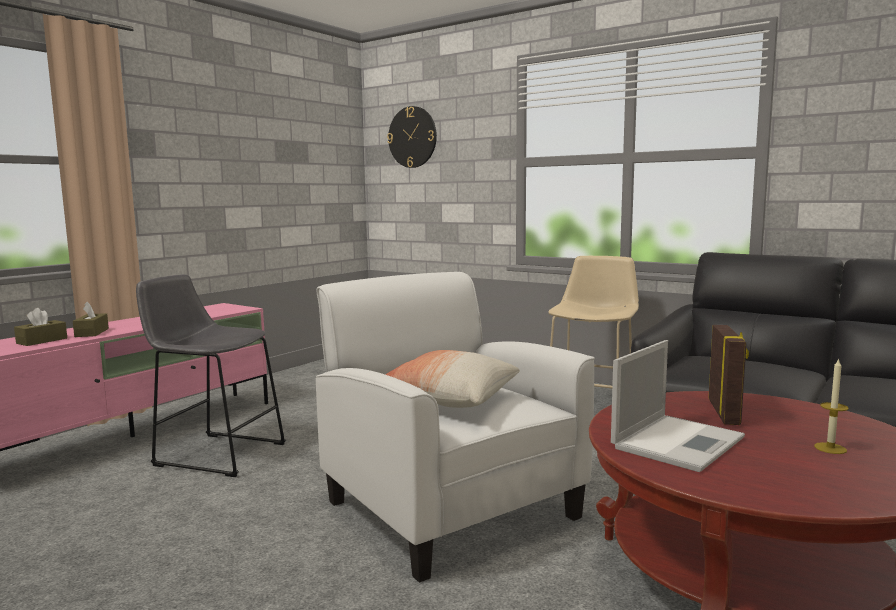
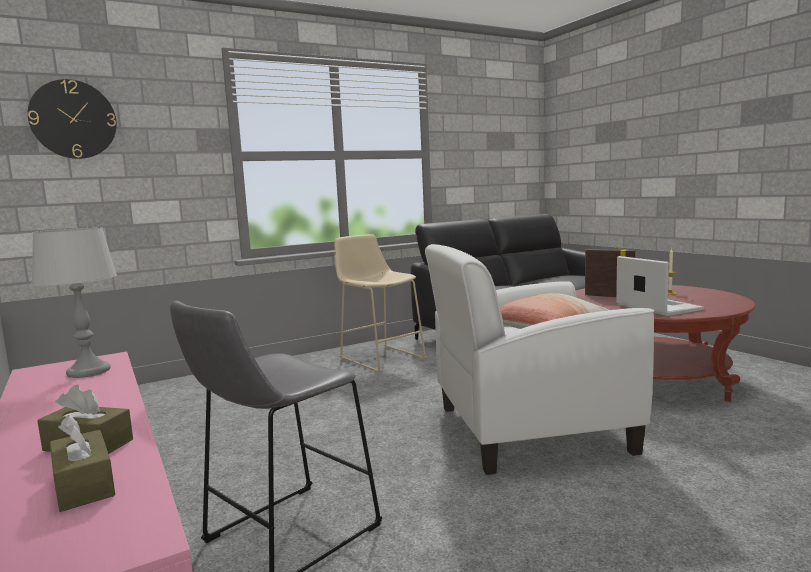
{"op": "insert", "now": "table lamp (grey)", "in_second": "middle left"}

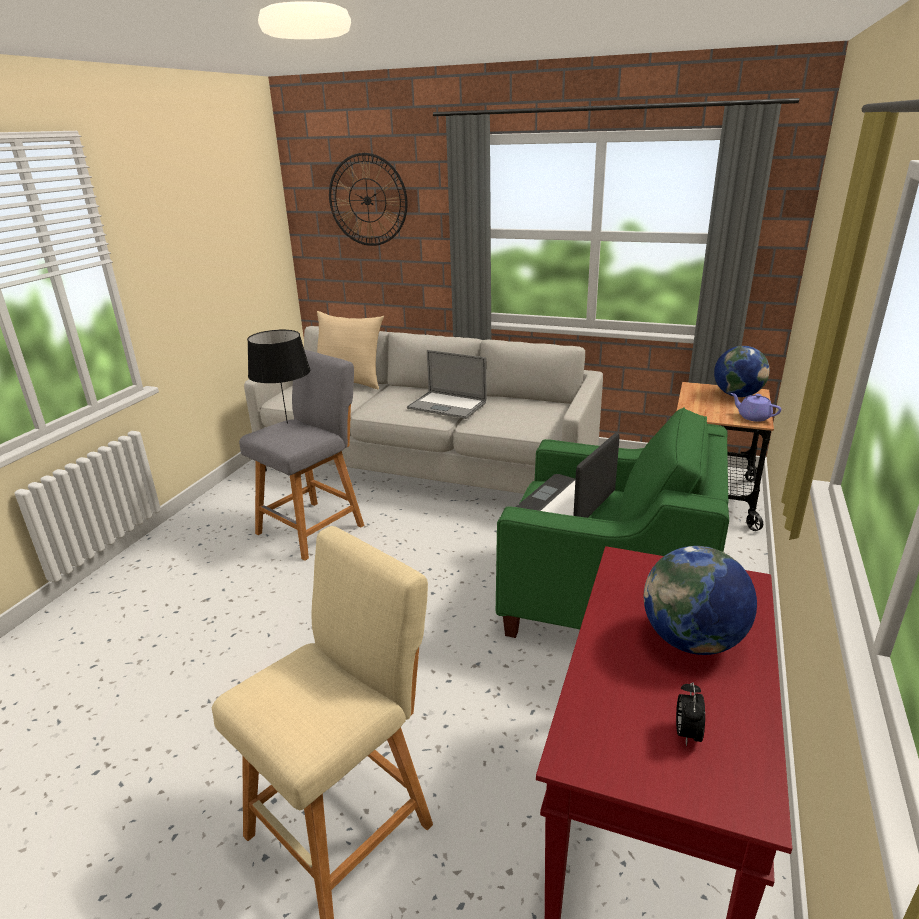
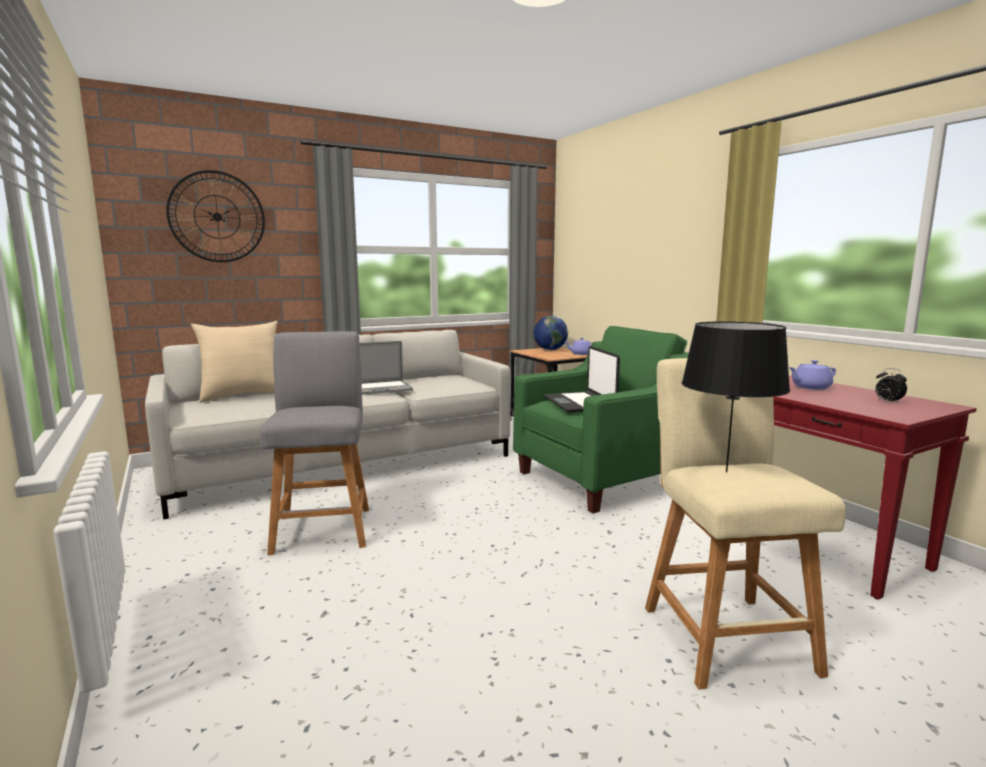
{"op": "move", "was": "table lamp (black)", "in_first": "middle left", "in_second": "middle right"}
{"op": "replace", "was": "globe (1st from left)", "now": "teapot (purple) (2nd from left)", "in_first": "middle right", "in_second": "middle right"}

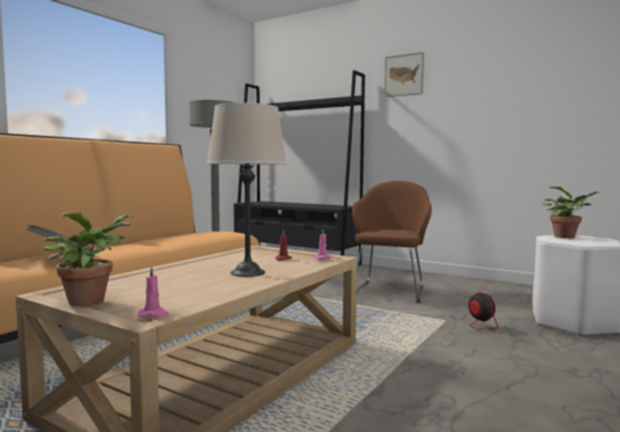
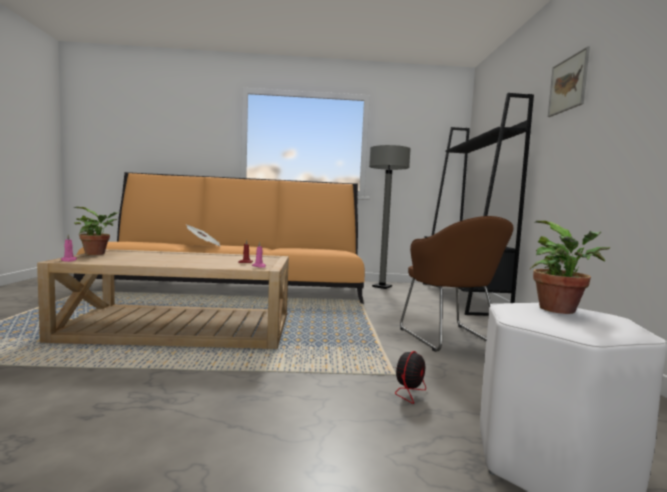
{"op": "rotate", "was": "armchair (brown)", "in_first": "centre", "in_second": "middle right", "clockwise": 90}
{"op": "delete", "was": "table lamp (beige)", "in_first": "centre"}

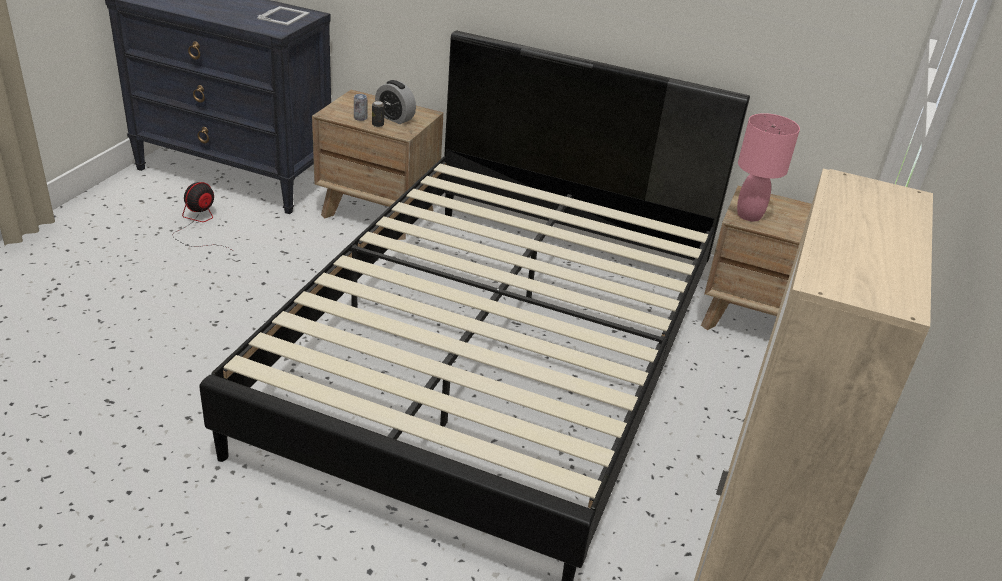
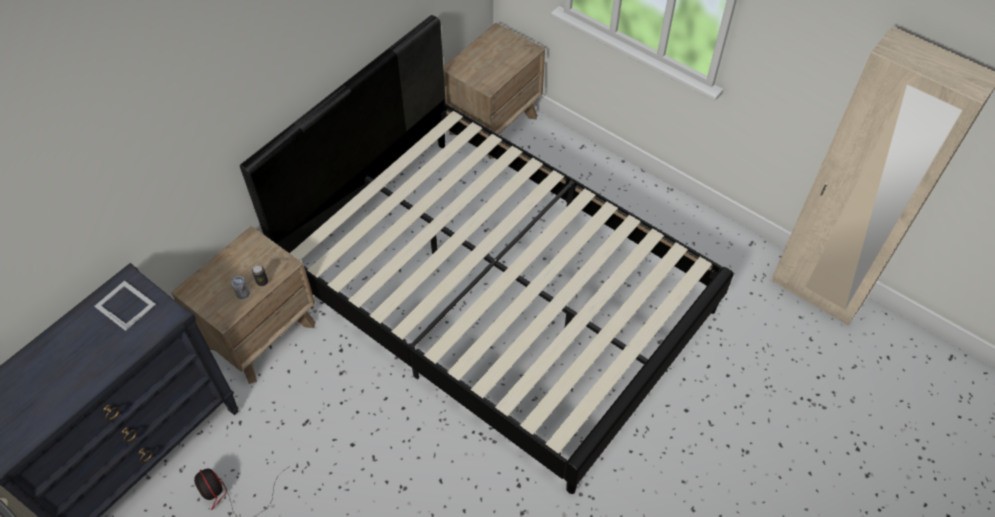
{"op": "delete", "was": "alarm clock", "in_first": "top centre"}
{"op": "delete", "was": "table lamp (pink)", "in_first": "top right"}

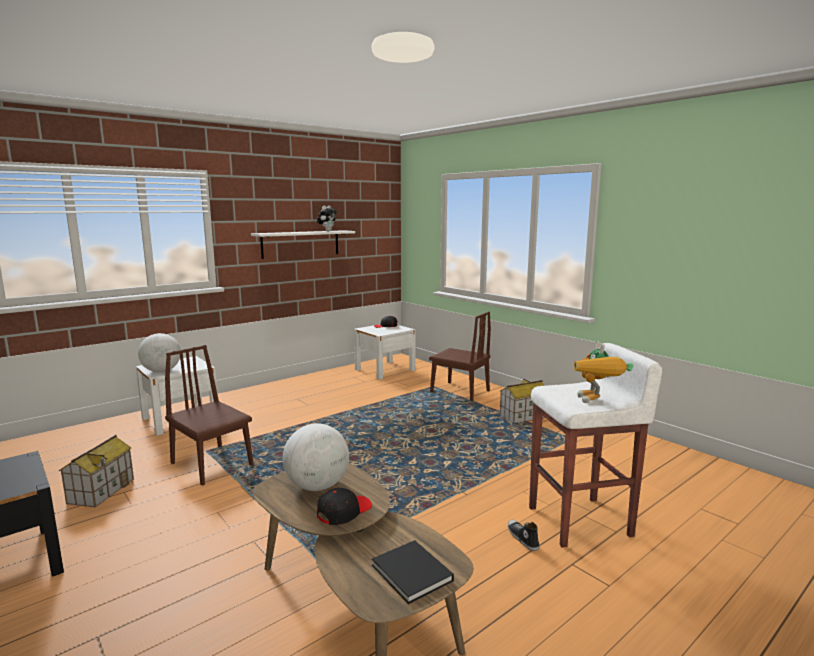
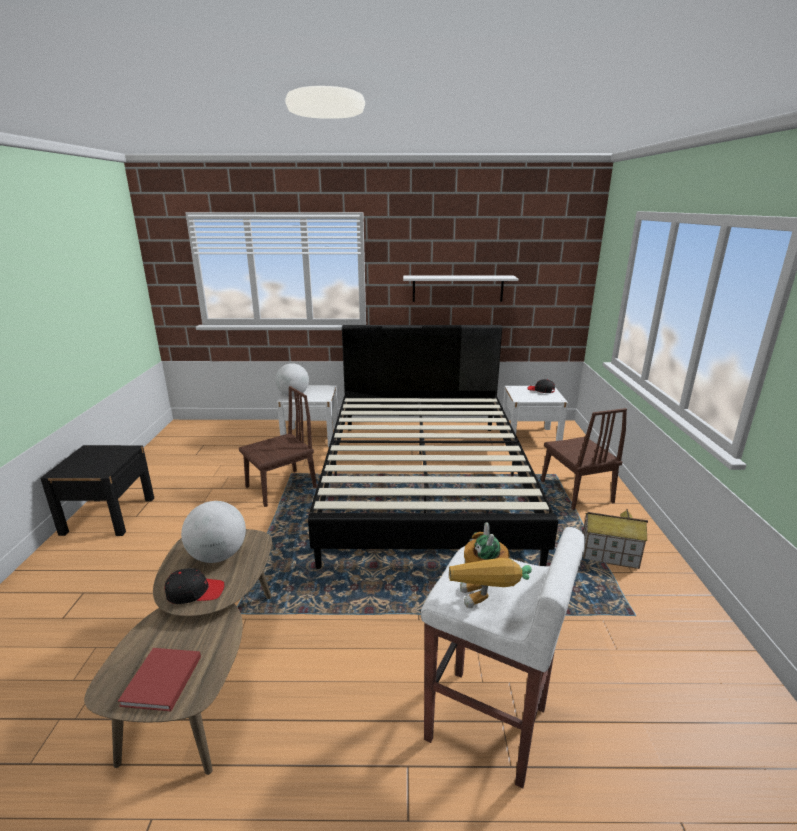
{"op": "recolor", "was": "book (black)", "now": "book (red)", "in_first": "bottom centre", "in_second": "bottom left"}
{"op": "rotate", "was": "chair (brown) (1st from left)", "in_first": "middle left", "in_second": "centre", "clockwise": 60}
{"op": "insert", "now": "bed (black)", "in_second": "centre"}
{"op": "rotate", "was": "toy robot", "in_first": "middle right", "in_second": "bottom centre", "clockwise": -45}
{"op": "delete", "was": "toy house (1st from left)", "in_first": "bottom left"}
{"op": "delete", "was": "plush toy", "in_first": "top centre"}
{"op": "delete", "was": "shoe", "in_first": "bottom centre"}

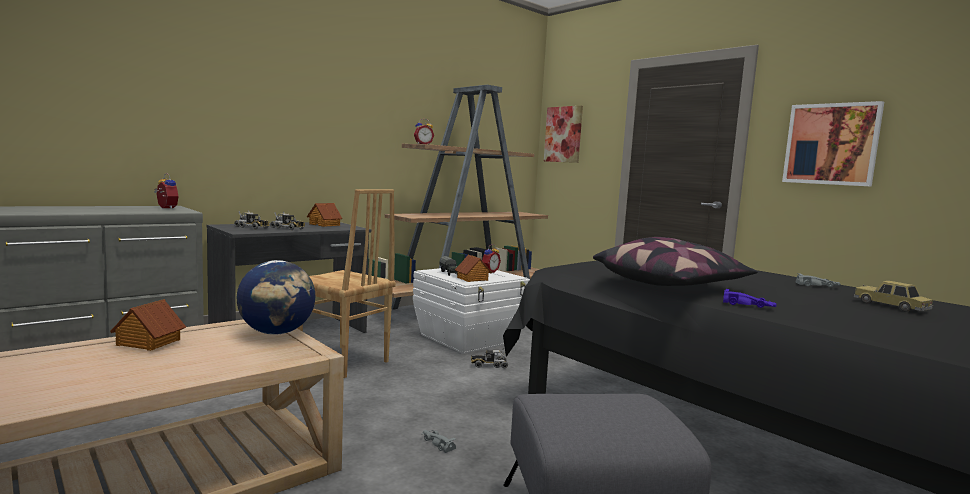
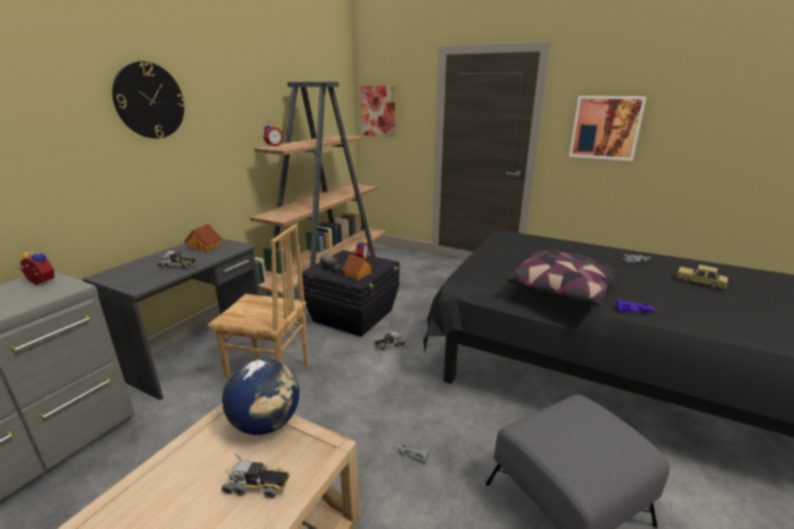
{"op": "insert", "now": "wall clock", "in_second": "top left"}
{"op": "move", "was": "toy truck (1st from left in the first image)", "now": "toy truck (2nd from left)", "in_first": "middle left", "in_second": "bottom left"}
{"op": "recolor", "was": "storage box (white)", "now": "storage box (black)", "in_first": "centre", "in_second": "centre"}
{"op": "delete", "was": "toy house (1st from left)", "in_first": "middle left"}

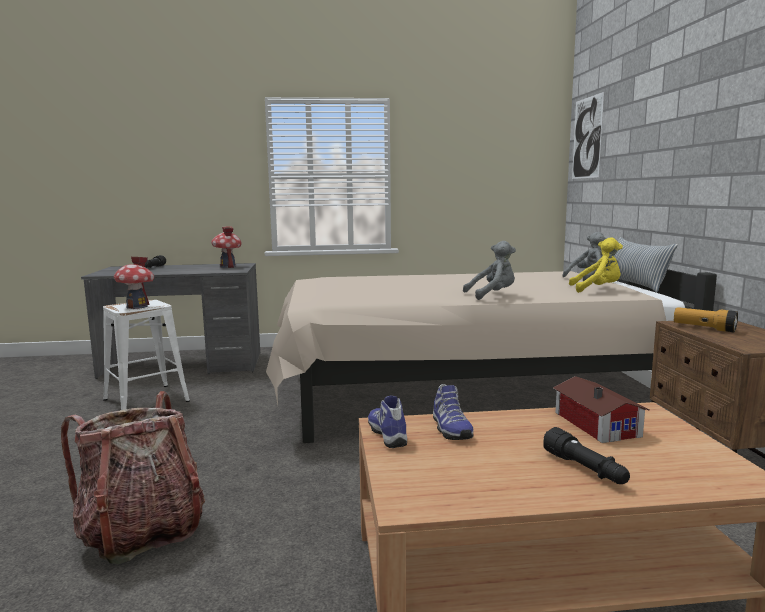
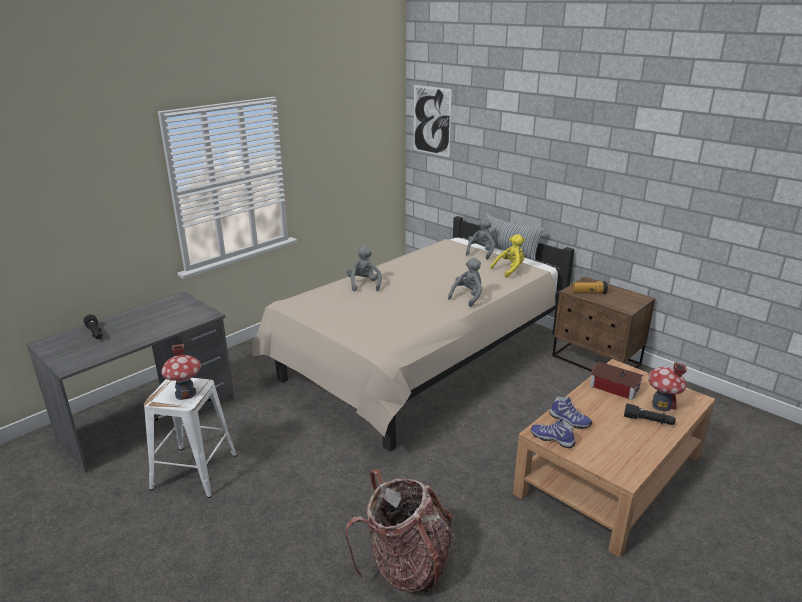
{"op": "insert", "now": "plush toy (grey) (1st from left)", "in_second": "centre"}
{"op": "move", "was": "toy house (2nd from left in the first image)", "now": "toy house (3rd from left)", "in_first": "middle left", "in_second": "middle right"}

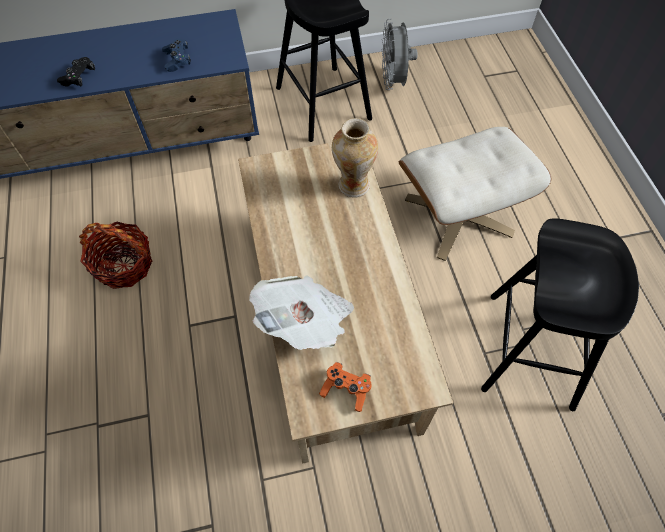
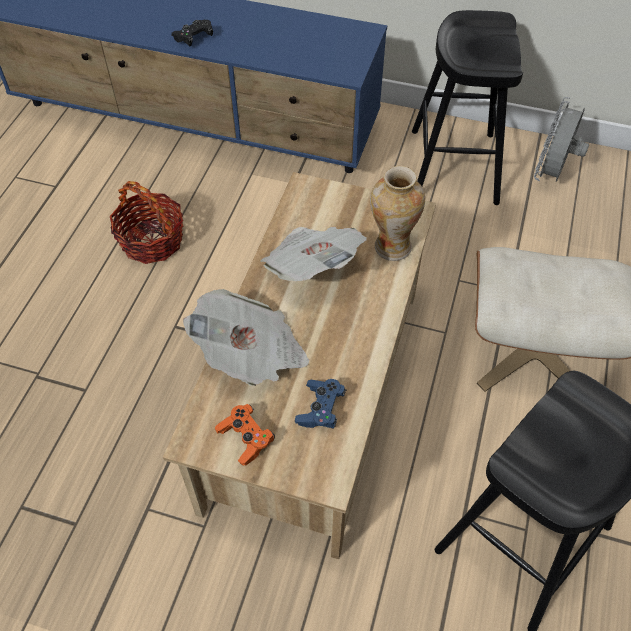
{"op": "insert", "now": "newspaper (2nd from left)", "in_second": "centre"}
{"op": "move", "was": "game controller (blue)", "in_first": "top left", "in_second": "centre"}

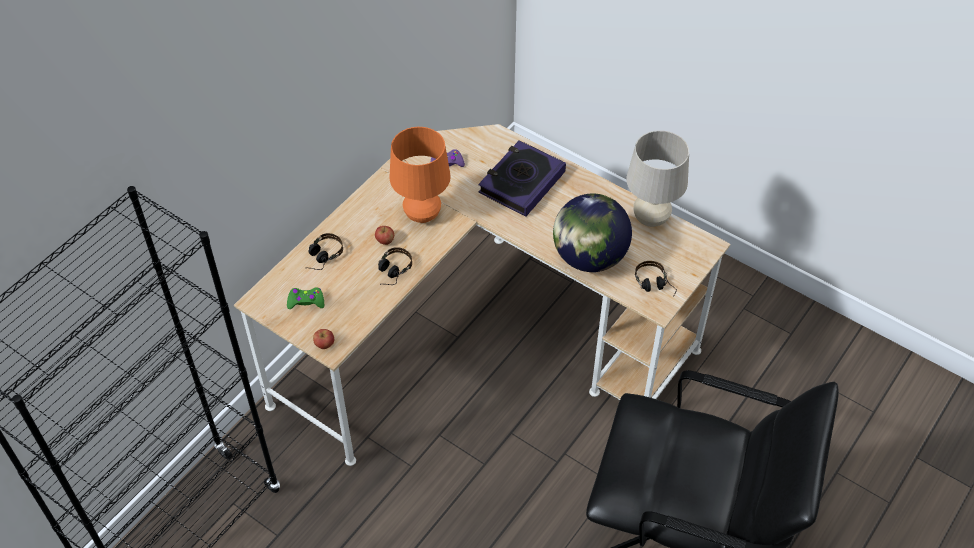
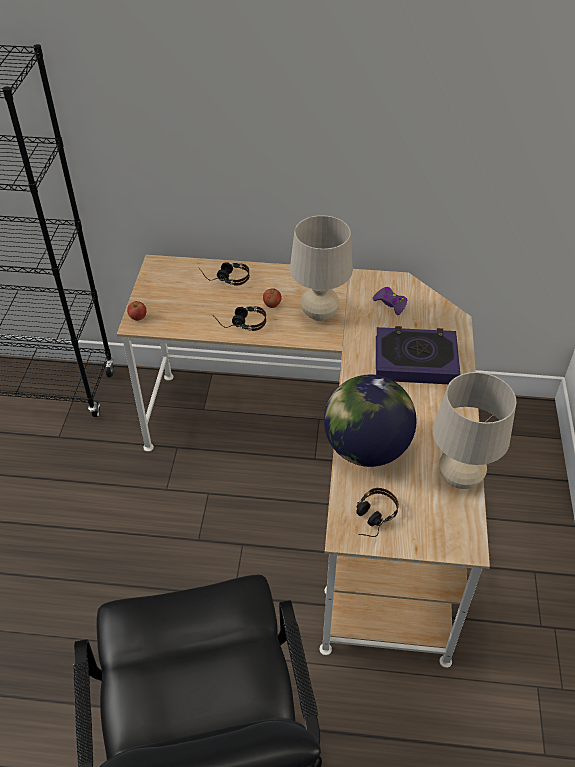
{"op": "recolor", "was": "table lamp (orange)", "now": "table lamp (beige) (1st from left)", "in_first": "top centre", "in_second": "centre"}
{"op": "delete", "was": "game controller (green)", "in_first": "middle left"}

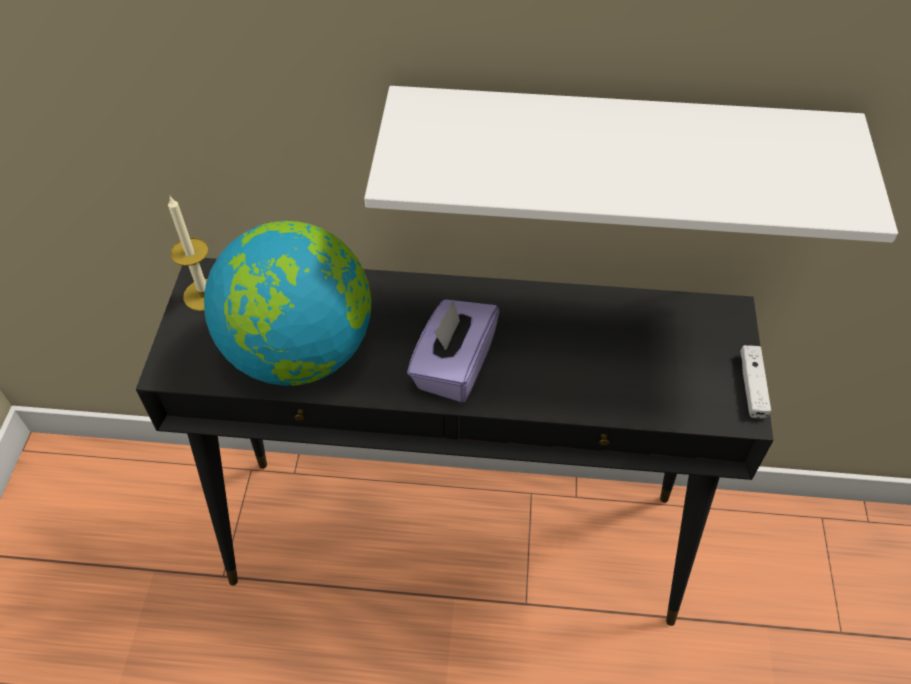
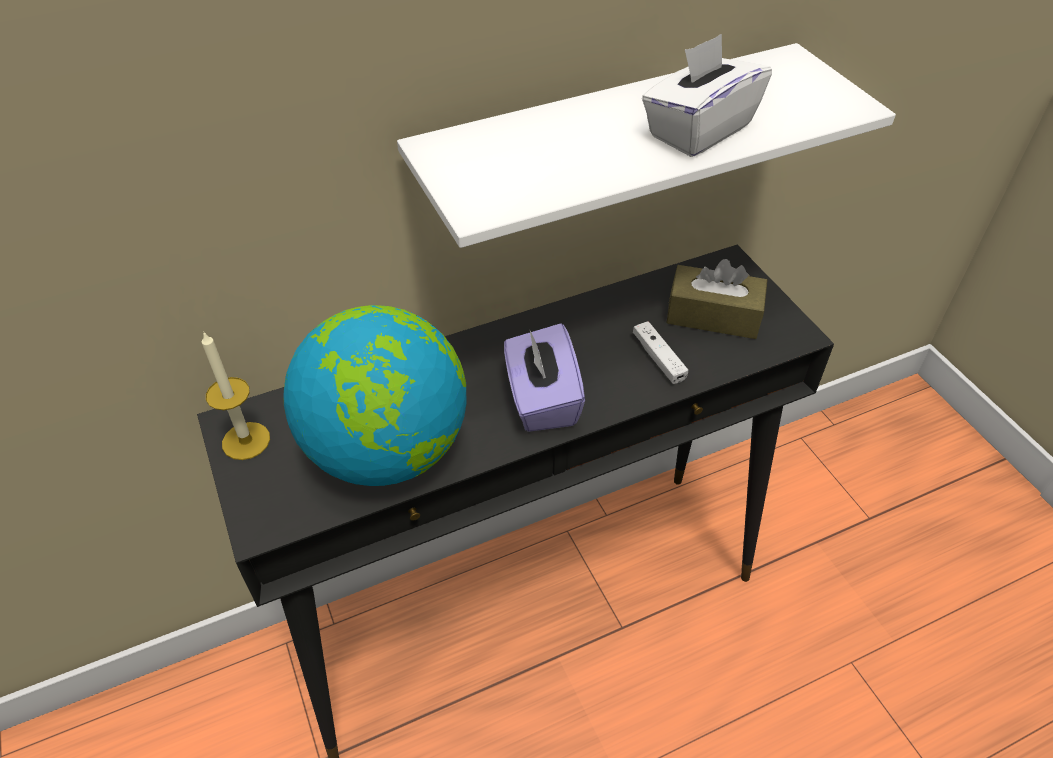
{"op": "move", "was": "game controller (white)", "in_first": "middle right", "in_second": "centre"}
{"op": "insert", "now": "tissue box (white)", "in_second": "top right"}
{"op": "insert", "now": "tissue box (brown)", "in_second": "middle right"}

